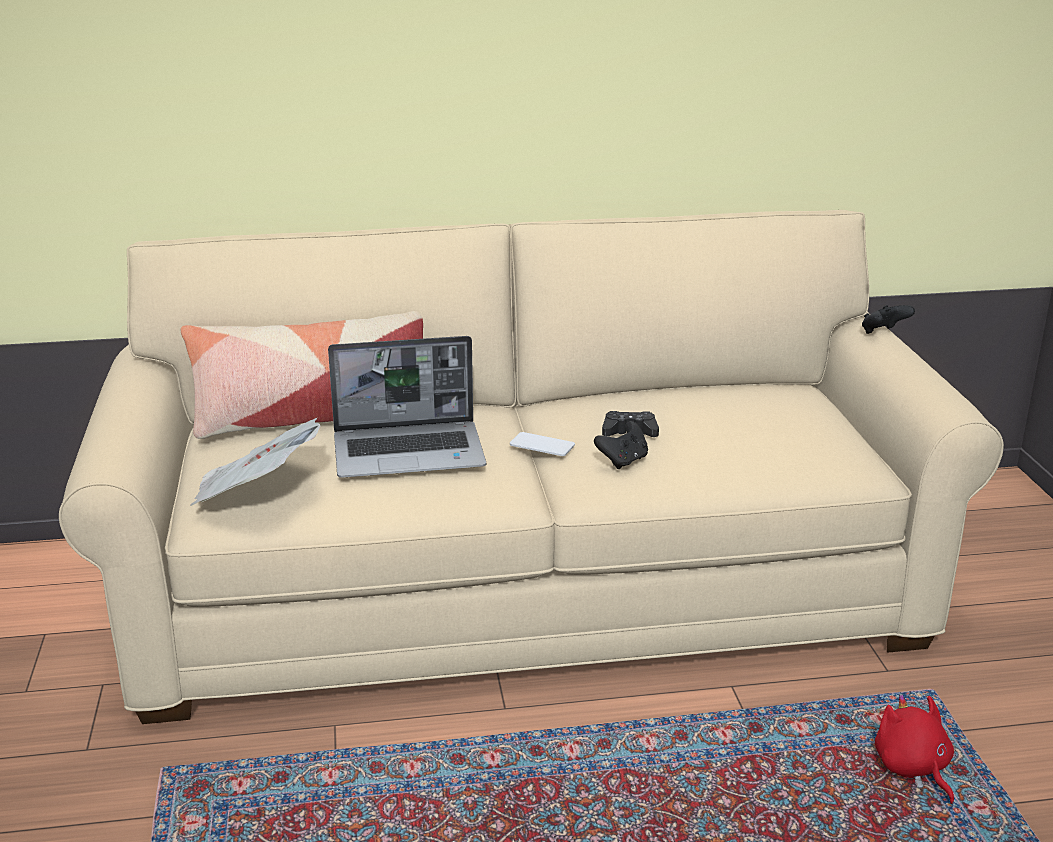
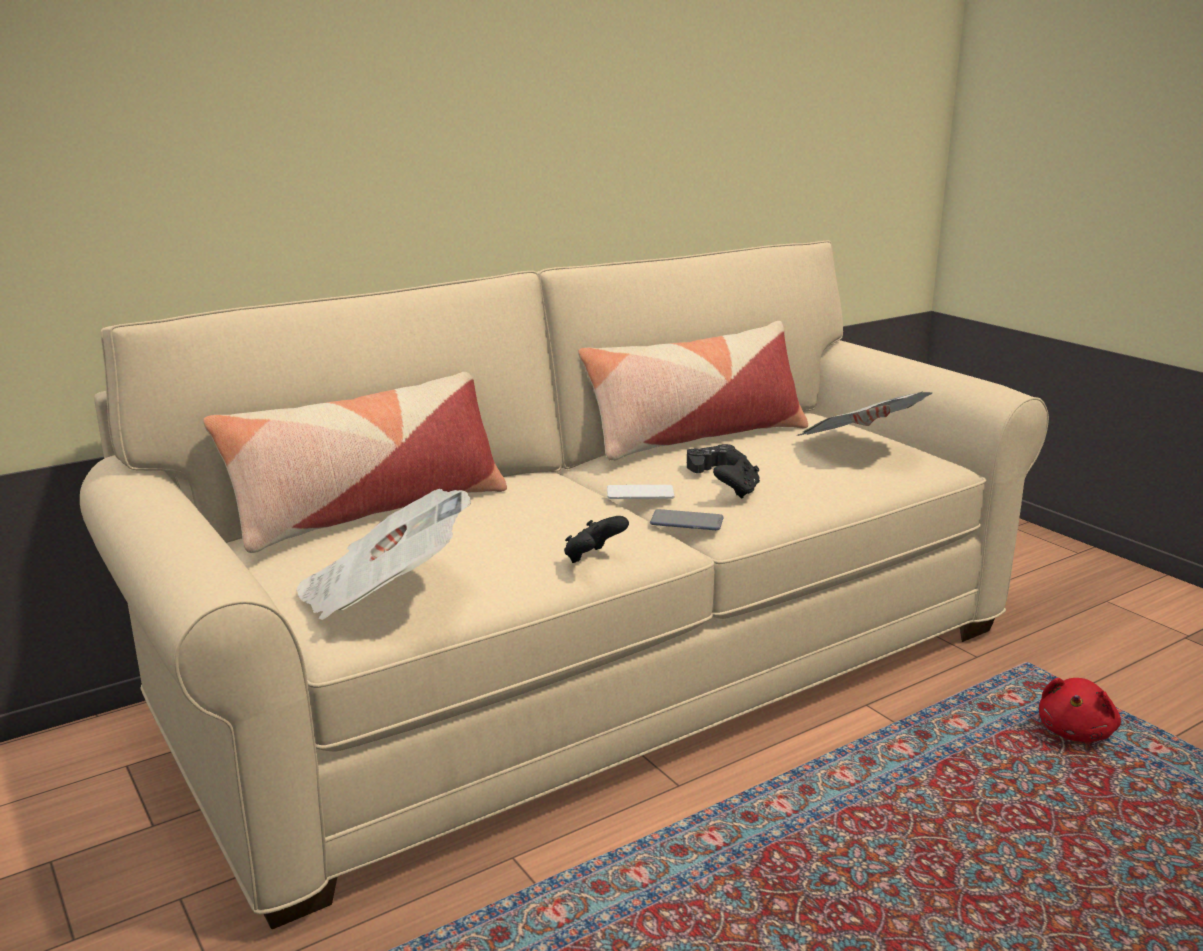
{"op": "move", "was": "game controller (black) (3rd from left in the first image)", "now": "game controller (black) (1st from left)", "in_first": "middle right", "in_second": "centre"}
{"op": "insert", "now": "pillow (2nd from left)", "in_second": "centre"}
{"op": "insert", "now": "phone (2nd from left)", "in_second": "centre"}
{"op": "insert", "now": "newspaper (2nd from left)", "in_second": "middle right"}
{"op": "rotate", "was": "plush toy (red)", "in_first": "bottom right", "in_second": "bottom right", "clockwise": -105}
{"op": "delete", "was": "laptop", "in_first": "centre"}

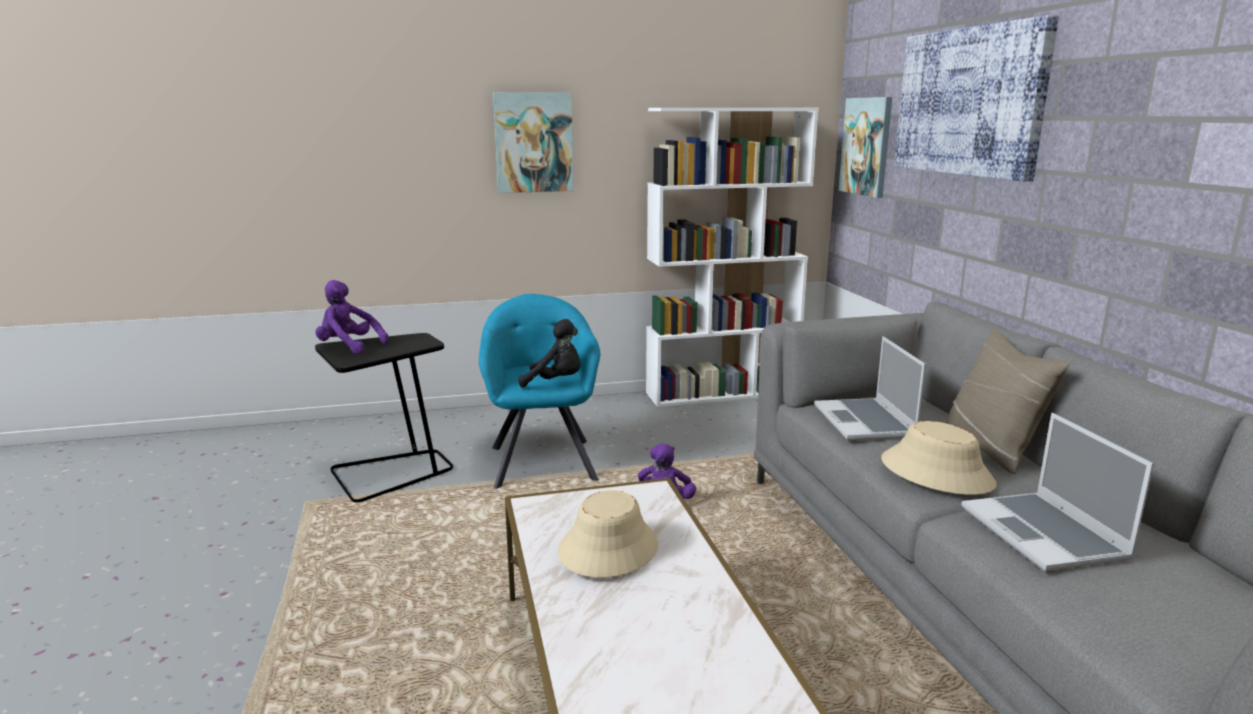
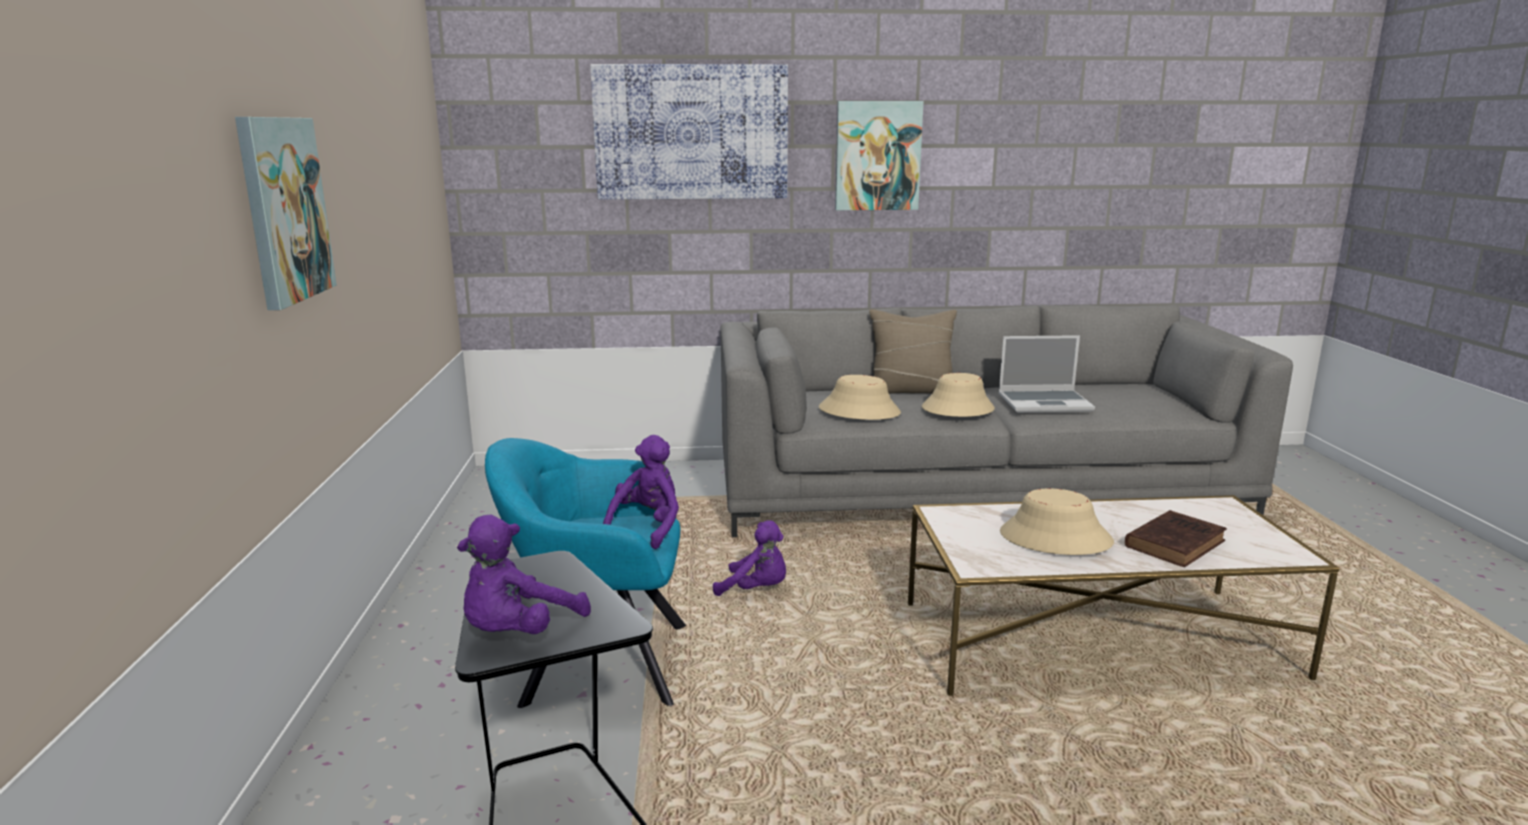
{"op": "recolor", "was": "plush toy (black)", "now": "plush toy (purple) (2nd from left)", "in_first": "centre", "in_second": "centre"}
{"op": "replace", "was": "laptop (1st from left)", "now": "hat (beige) (1st from left)", "in_first": "middle right", "in_second": "centre"}
{"op": "move", "was": "picture (2nd from left in the first image)", "now": "picture (3rd from left)", "in_first": "top right", "in_second": "top centre"}
{"op": "insert", "now": "book (brown)", "in_second": "middle right"}
{"op": "delete", "was": "bookcase (white)", "in_first": "centre"}

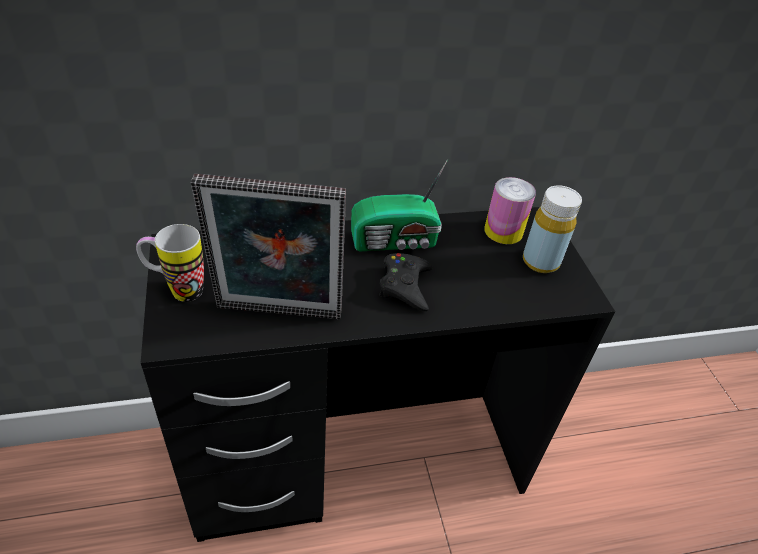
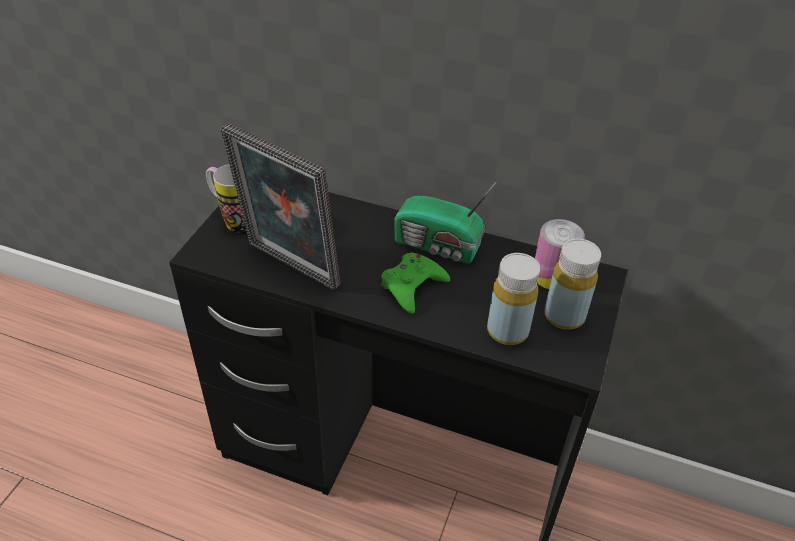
{"op": "recolor", "was": "game controller (black)", "now": "game controller (green)", "in_first": "centre", "in_second": "centre"}
{"op": "insert", "now": "bottle (yellow) (1st from left)", "in_second": "centre"}

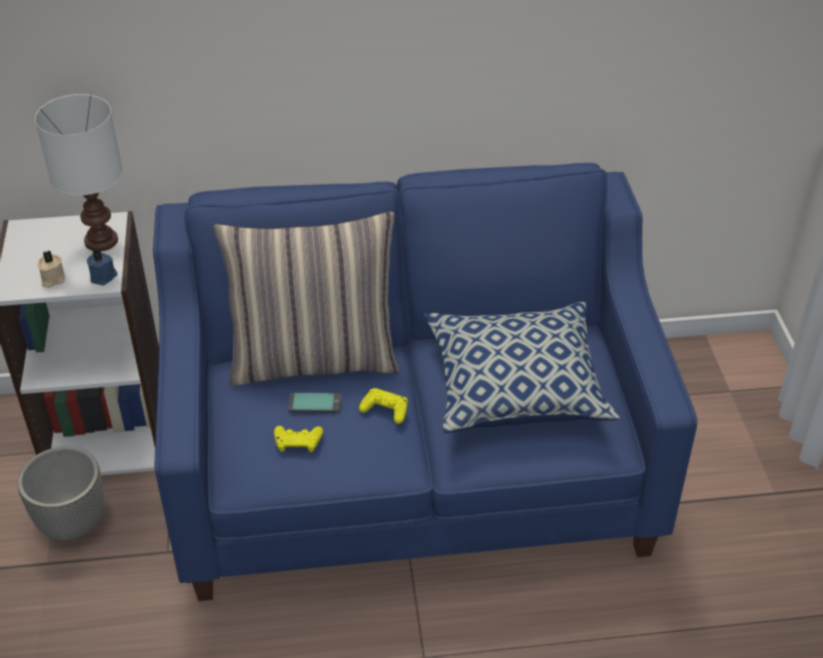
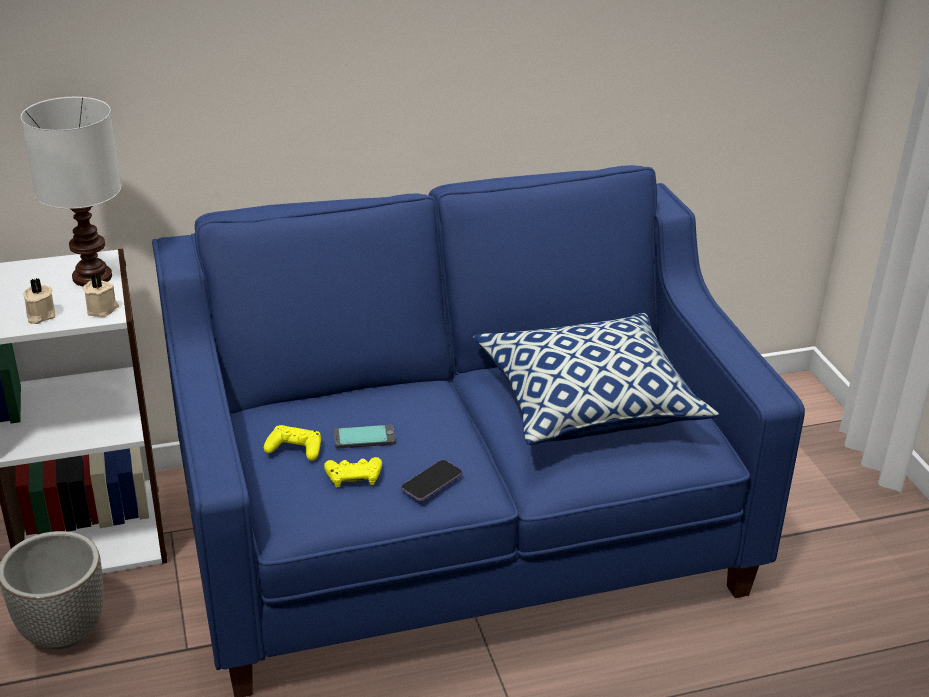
{"op": "recolor", "was": "candle (blue)", "now": "candle (beige) (2nd from left)", "in_first": "middle left", "in_second": "middle left"}
{"op": "move", "was": "game controller (yellow) (2nd from left in the first image)", "now": "game controller (yellow) (1st from left)", "in_first": "centre", "in_second": "middle left"}
{"op": "insert", "now": "phone (2nd from left)", "in_second": "bottom centre"}
{"op": "delete", "was": "pillow (1st from left)", "in_first": "centre"}

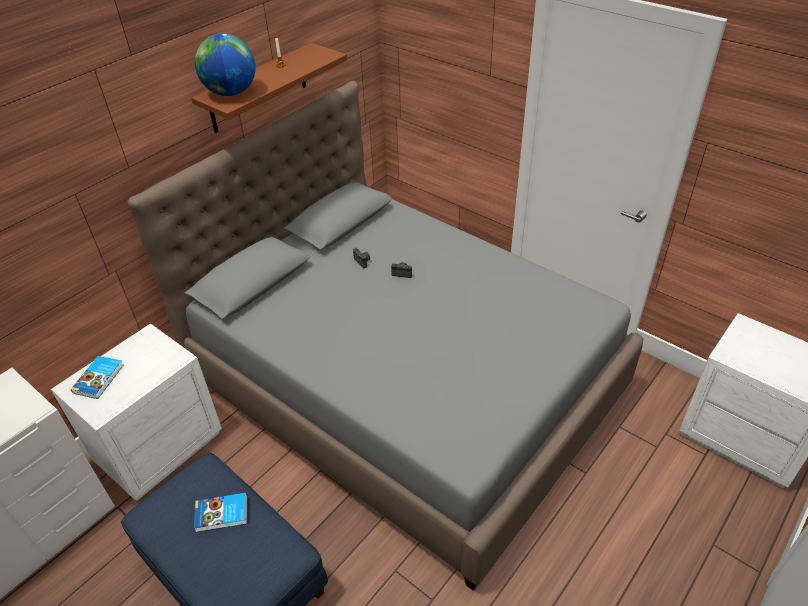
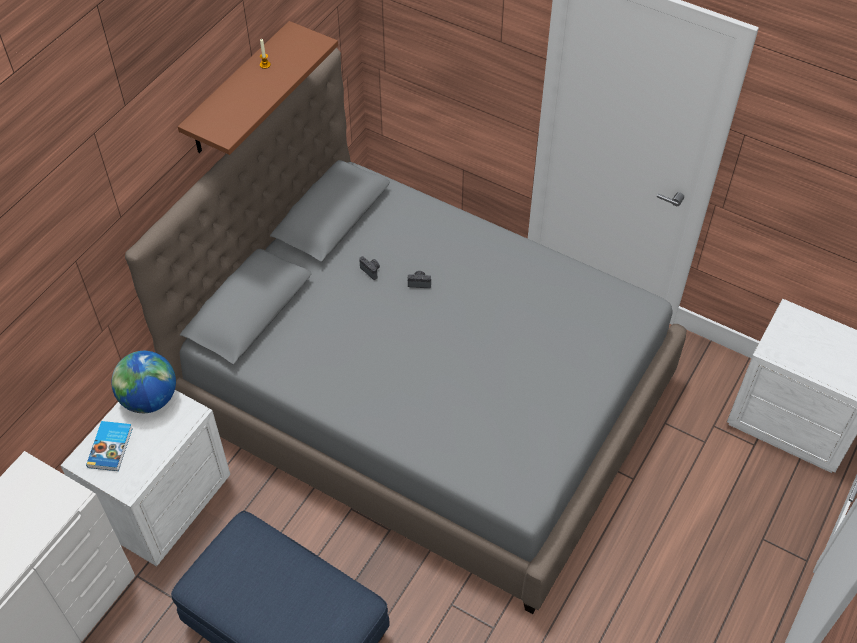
{"op": "move", "was": "globe", "in_first": "top left", "in_second": "middle left"}
{"op": "delete", "was": "book (2nd from left)", "in_first": "bottom left"}

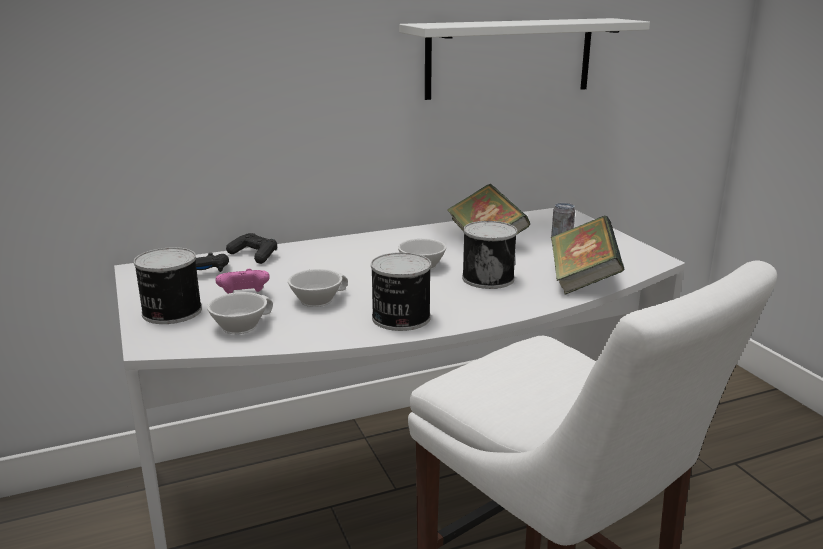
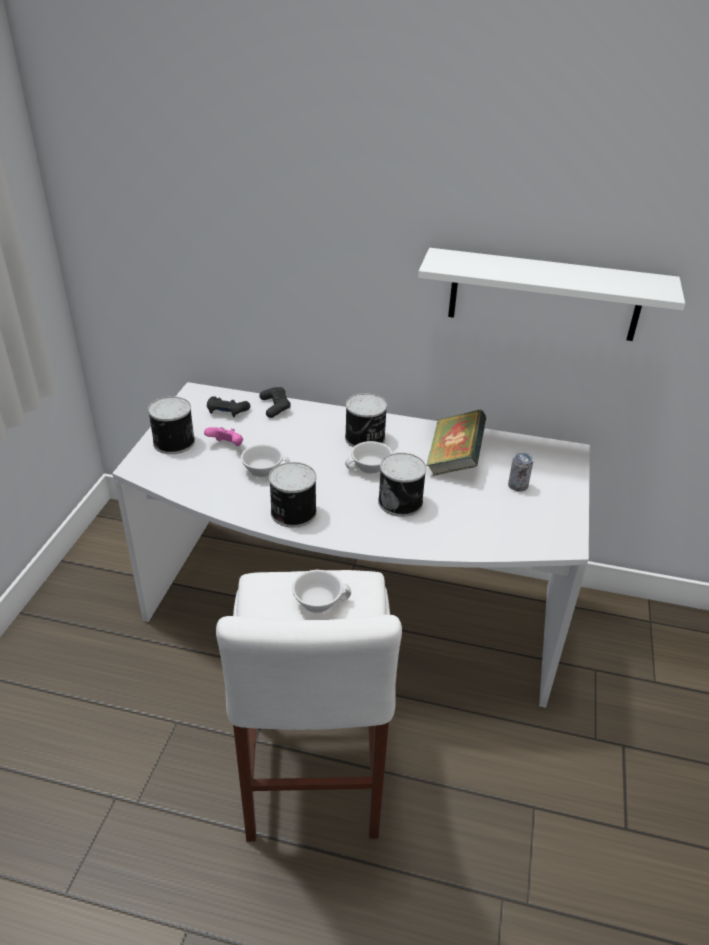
{"op": "move", "was": "cup (white) (1st from left in the first image)", "now": "cup (white) (2nd from left)", "in_first": "middle left", "in_second": "centre"}
{"op": "insert", "now": "can (3rd from left)", "in_second": "centre"}
{"op": "delete", "was": "book (2nd from left)", "in_first": "middle right"}

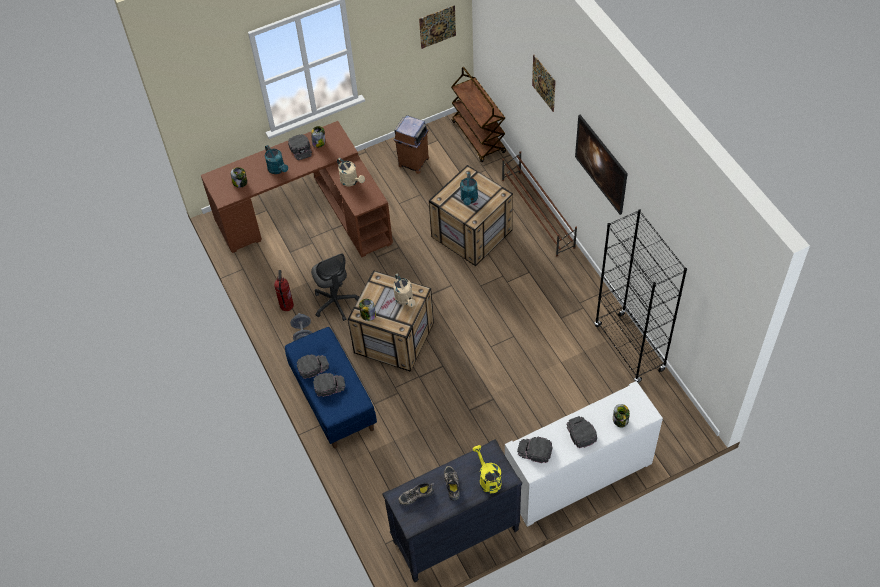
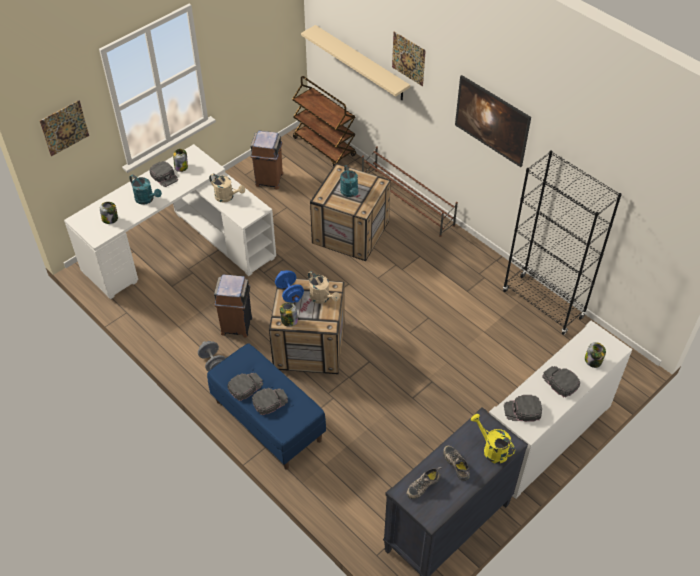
{"op": "move", "was": "picture (1st from left)", "in_first": "top centre", "in_second": "top left"}
{"op": "recolor", "was": "desk (brown)", "now": "desk (white)", "in_first": "top centre", "in_second": "middle left"}
{"op": "replace", "was": "office chair (grey)", "now": "trash can (brown) (1st from left)", "in_first": "centre", "in_second": "middle left"}
{"op": "insert", "now": "dumbbell (blue)", "in_second": "centre"}
{"op": "insert", "now": "shelf (beige)", "in_second": "top centre"}
{"op": "delete", "was": "fire extinguisher", "in_first": "middle left"}

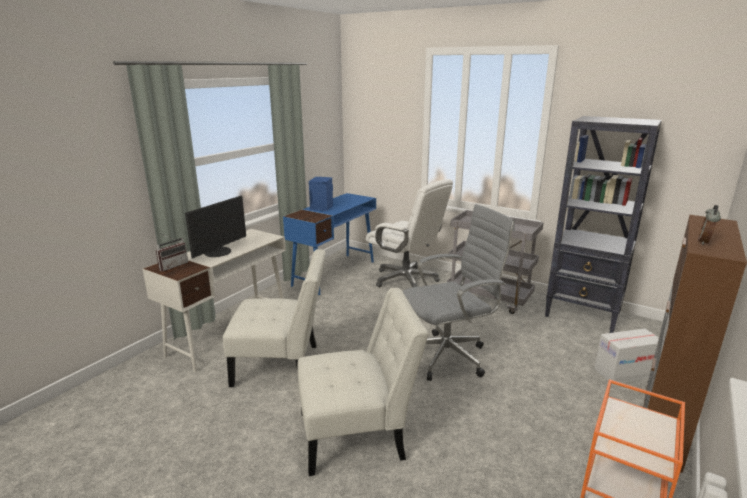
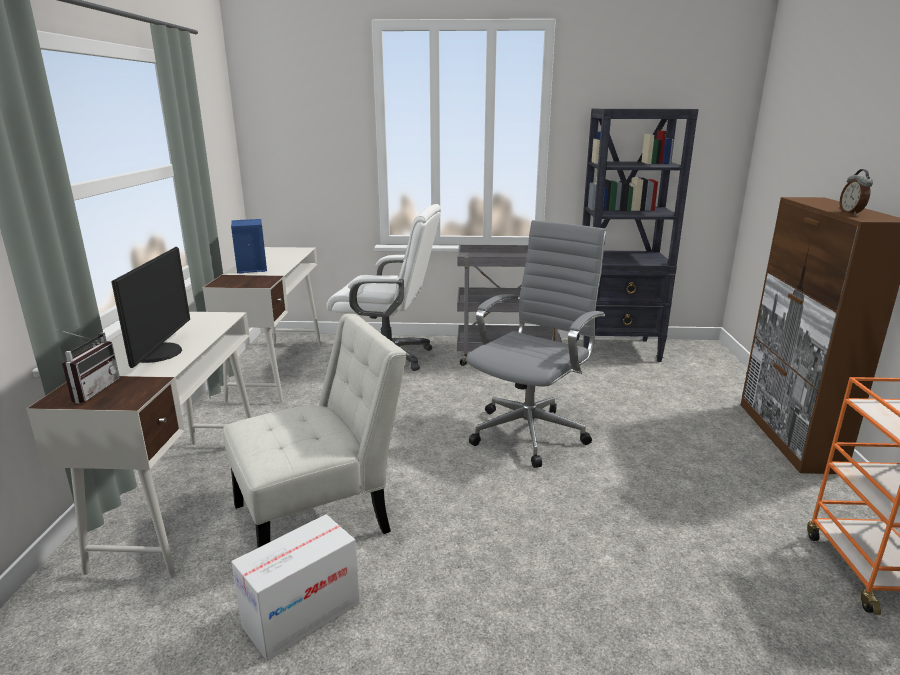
{"op": "recolor", "was": "desk (blue)", "now": "desk (white) (2nd from left)", "in_first": "centre", "in_second": "middle left"}
{"op": "move", "was": "cardboard box", "in_first": "bottom right", "in_second": "bottom left"}
{"op": "delete", "was": "chair (white) (2nd from left)", "in_first": "bottom centre"}

